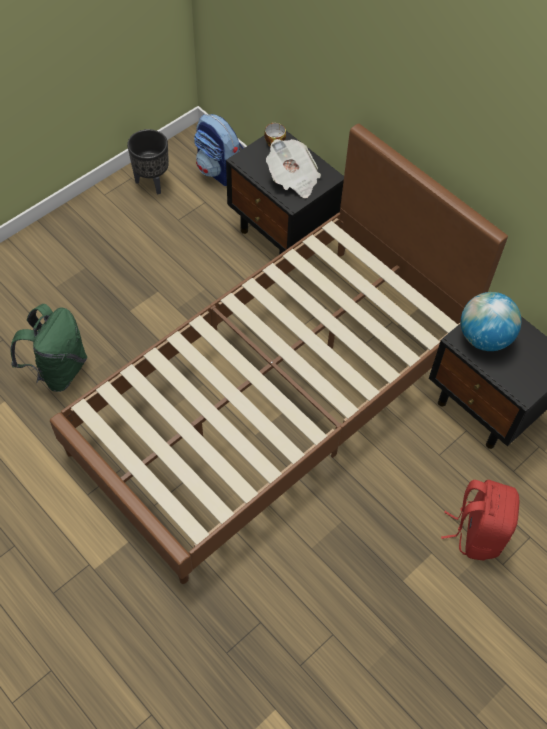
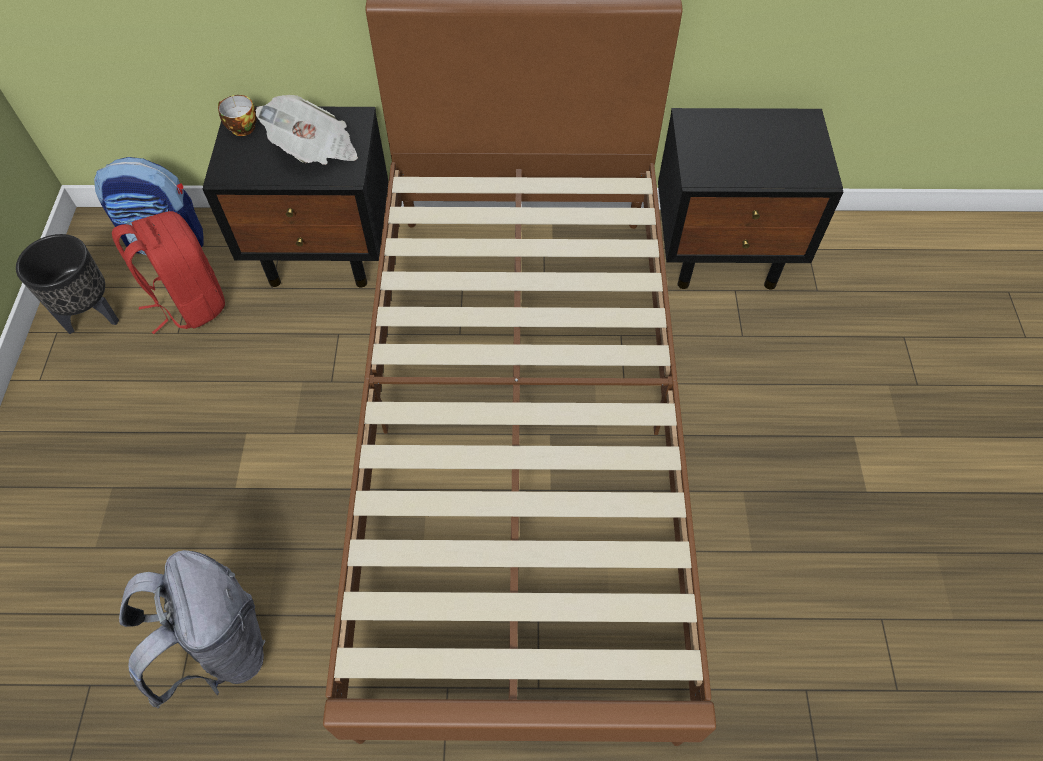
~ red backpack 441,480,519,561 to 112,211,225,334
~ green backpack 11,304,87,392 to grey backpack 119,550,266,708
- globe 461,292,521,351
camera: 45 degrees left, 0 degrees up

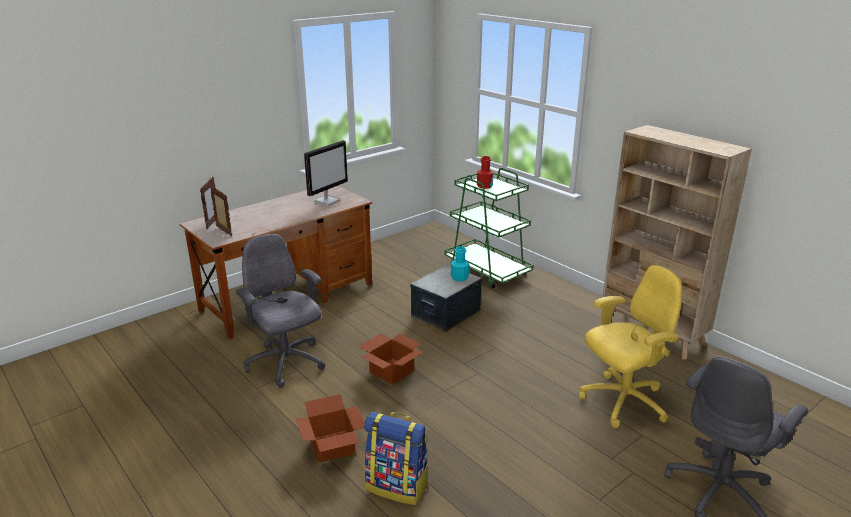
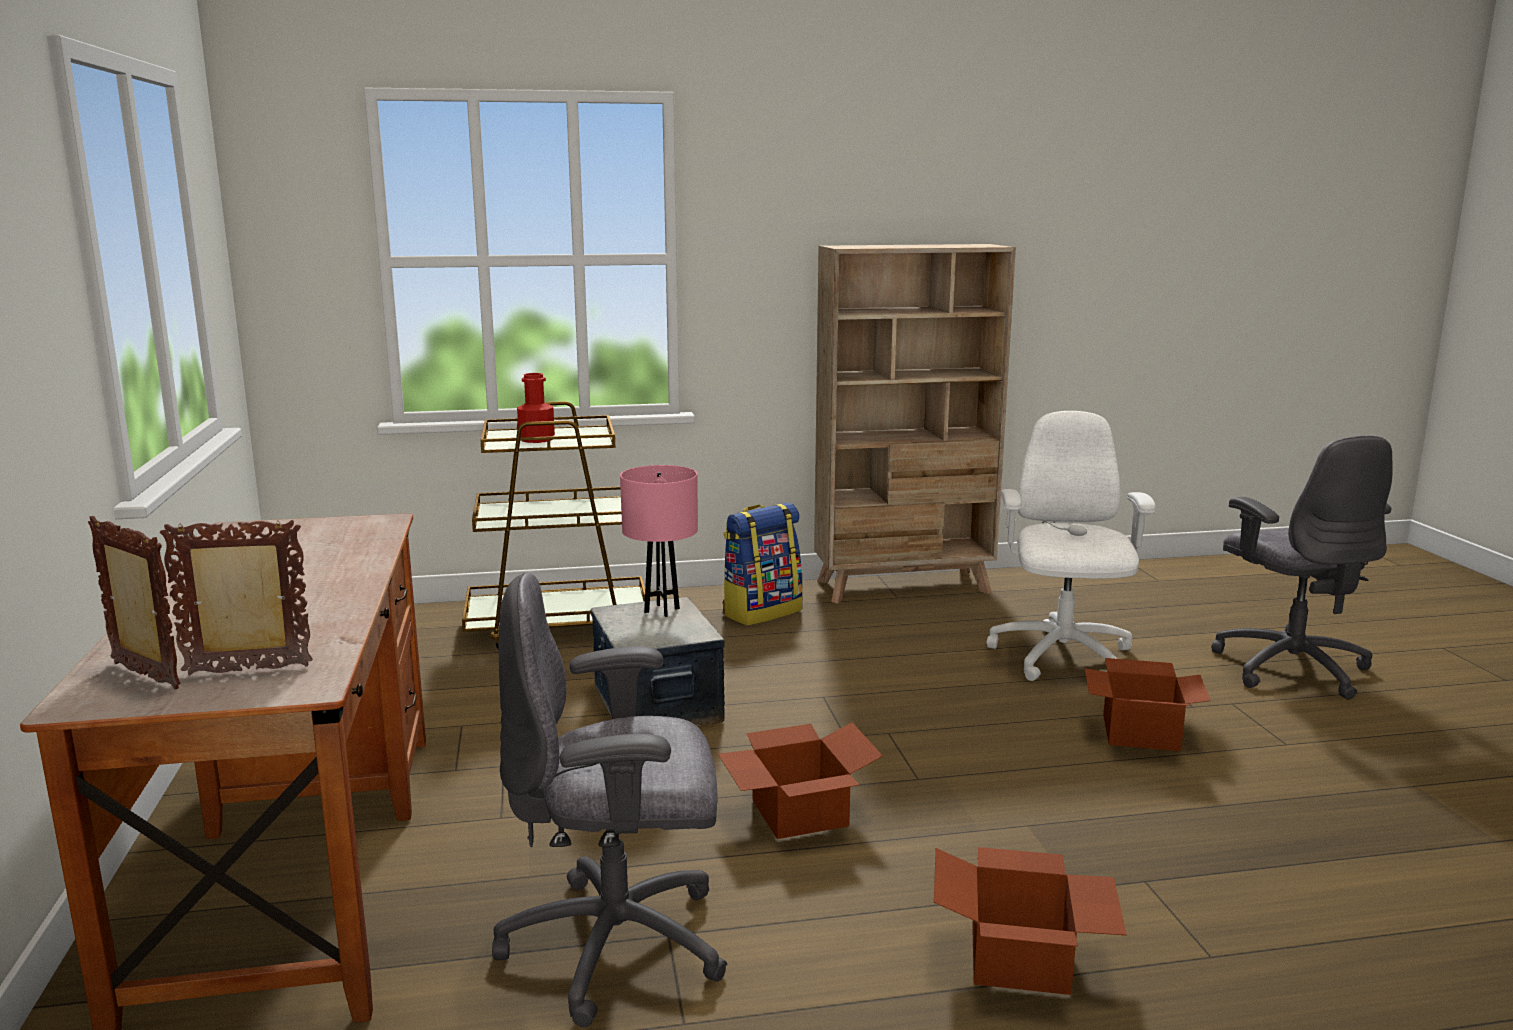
~ green cart 444,168,533,289 to brown cart 462,401,645,649
~ turquoise bottle 451,246,469,281 to pink table lamp 620,465,698,617
~ backpack 364,412,429,505 to 723,503,803,626
~ yellow office chair 579,265,682,428 to white office chair 986,411,1156,681
+ cardboard box 1085,658,1211,751
- monitor 304,140,348,206
camera: 60 degrees left, 10 degrees down

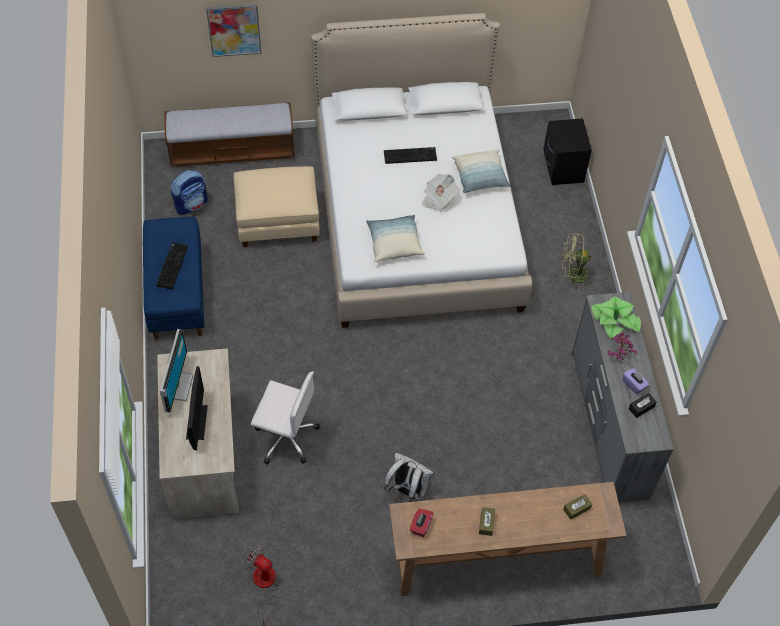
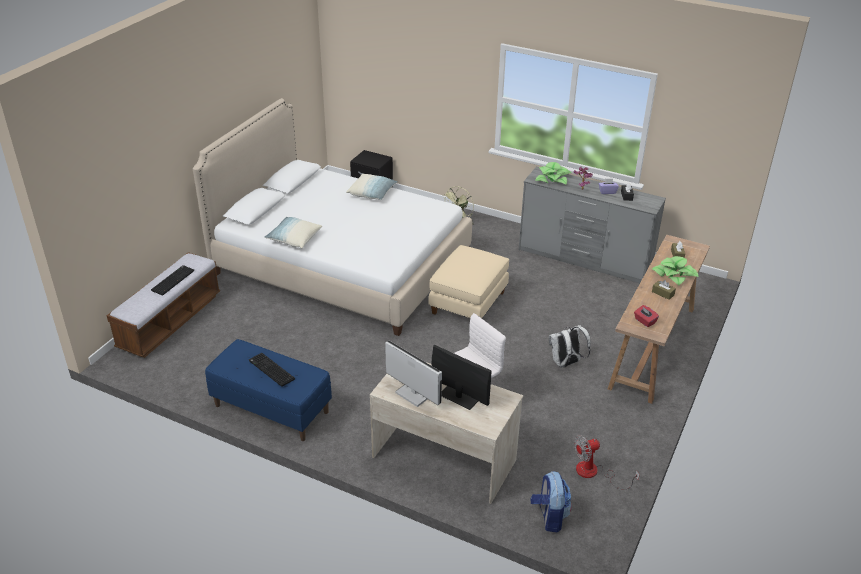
~ keyboard 384,147,437,164 to 151,265,194,296
~ pillow 366,215,425,262 to 264,217,322,248
~ beige ottoman 234,166,320,247 to 428,245,509,318
~ backpack 171,170,208,215 to 531,471,572,533
+ potted plant 652,256,699,286
- picture 206,4,262,57
- newspaper 422,174,459,212
camera: 55 degrees left, 20 degrees down

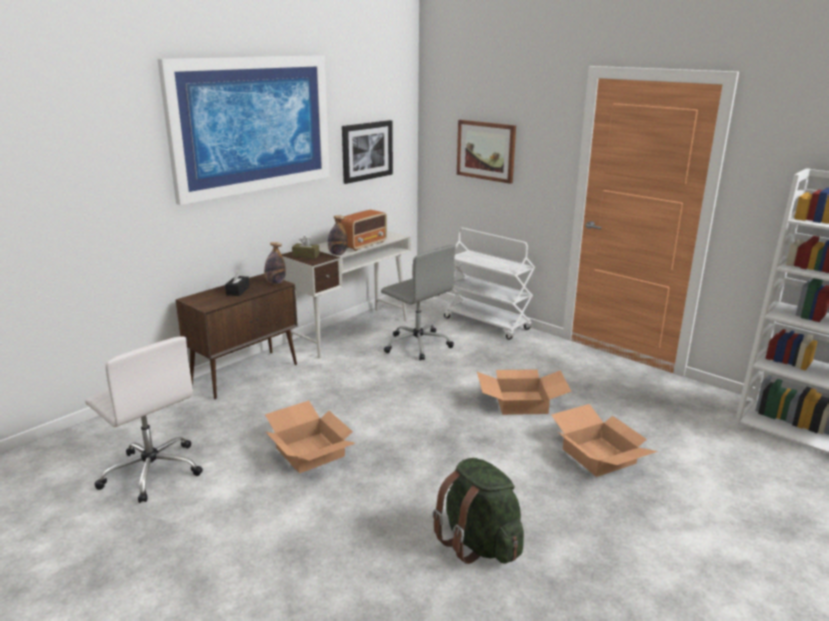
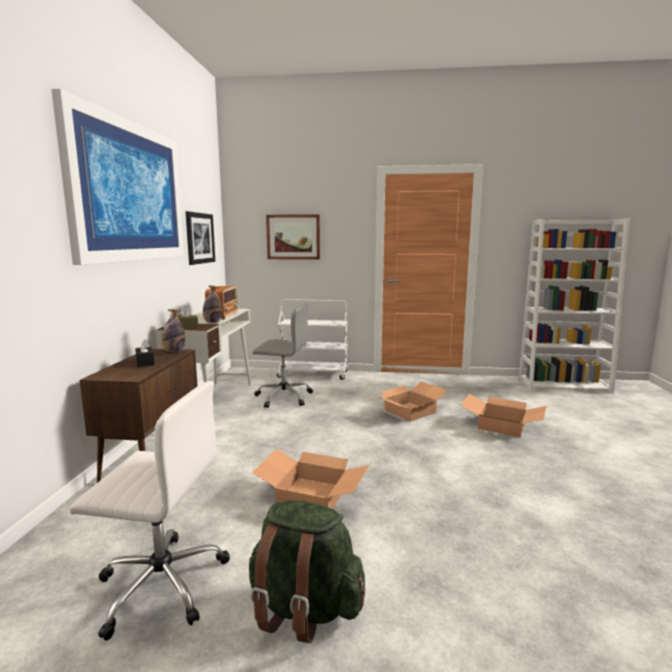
~ green backpack 432,458,524,564 to 249,500,365,643
camera: 35 degrees left, 10 degrees down

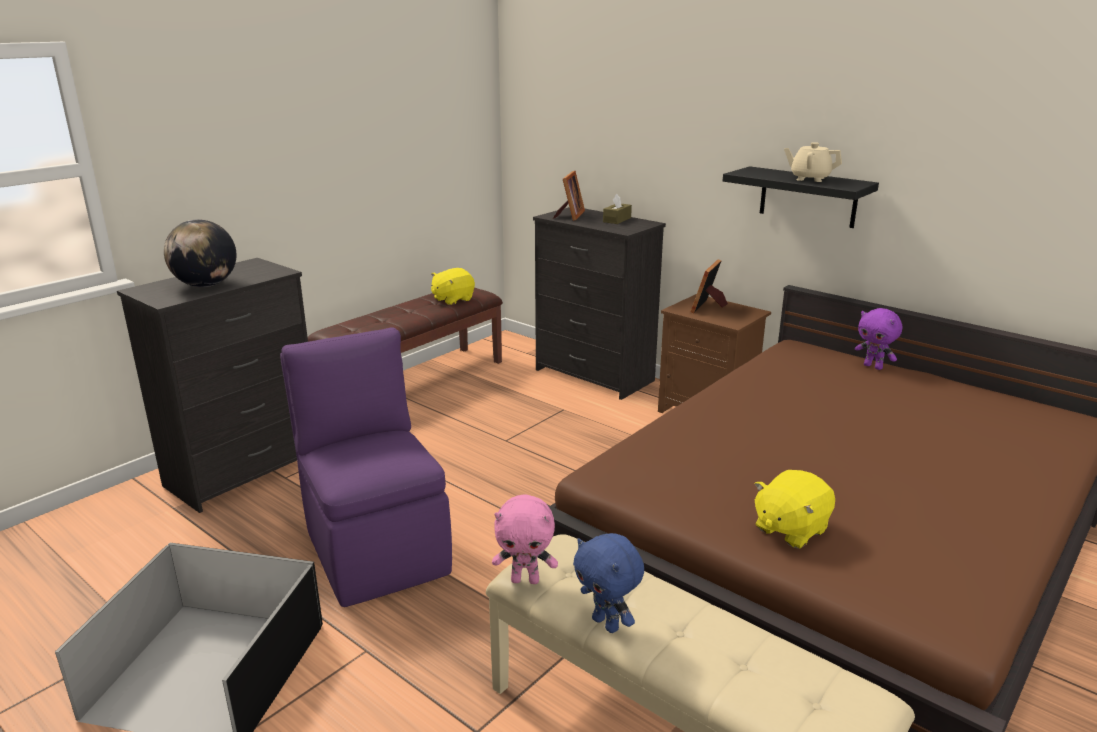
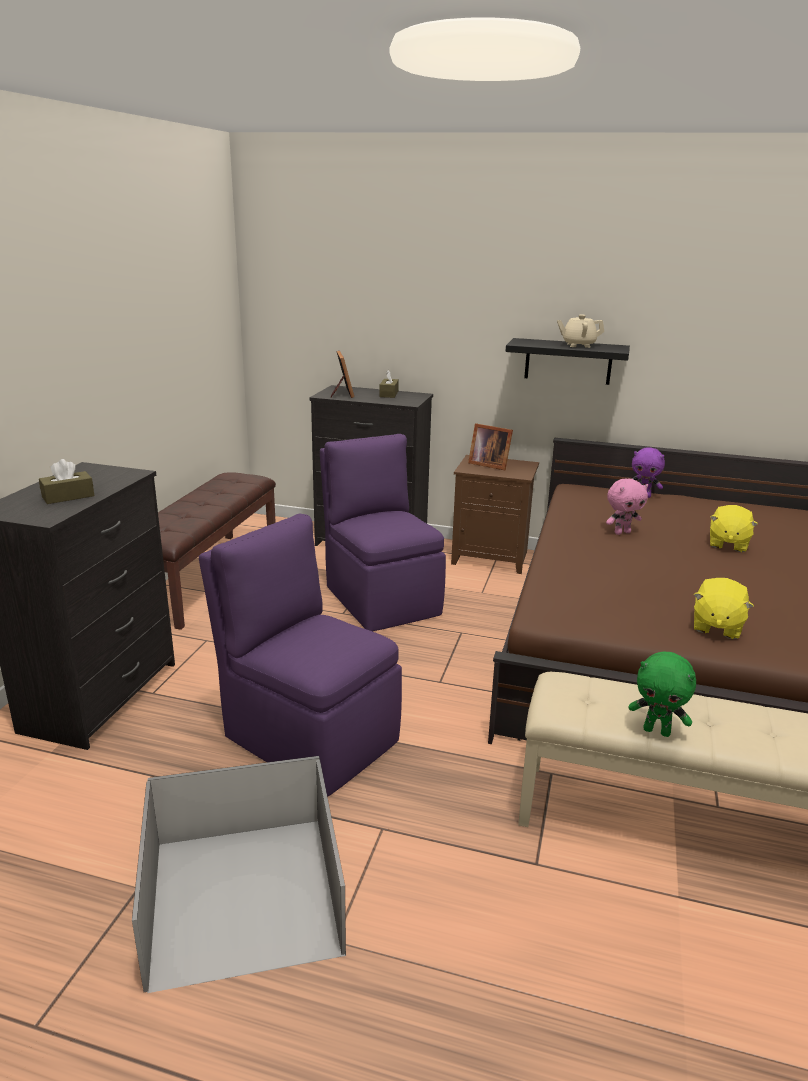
~ globe 164,219,236,287 to brown tissue box 39,459,94,504
+ purple chair 320,434,446,631
~ picture frame 690,259,728,313 = 468,423,513,470 60 degrees counterclockwise
~ pink plush toy 492,494,558,584 to 606,478,648,535
~ blue plush toy 573,533,644,633 to green plush toy 628,651,696,737
~ yellow plush toy 431,268,475,305 to 710,505,758,552
camera: 25 degrees left, 0 degrees up

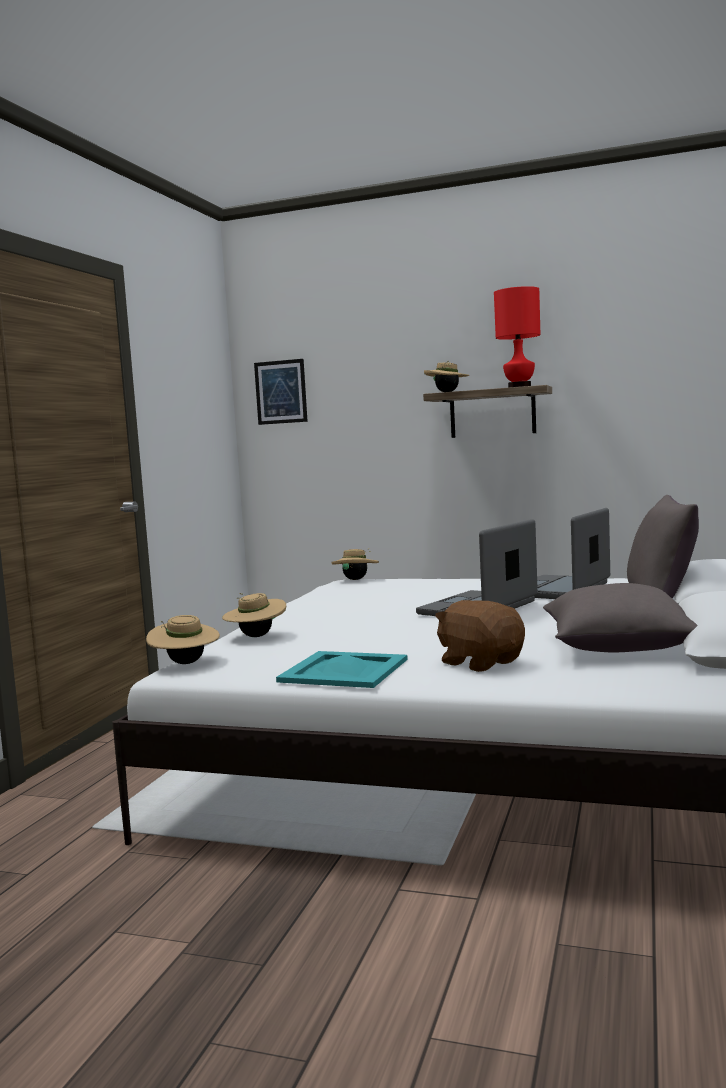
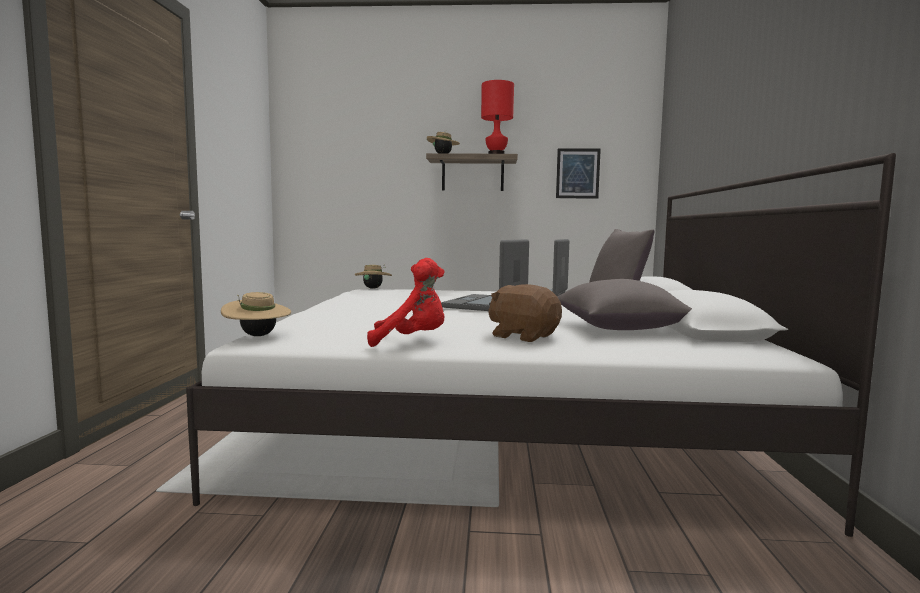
~ turquoise tray 276,651,408,688 to red plush toy 367,258,445,347
~ picture 254,359,308,425 to 556,148,601,199
- beige hat 222,593,286,637
camera: 15 degrees left, 0 degrees up

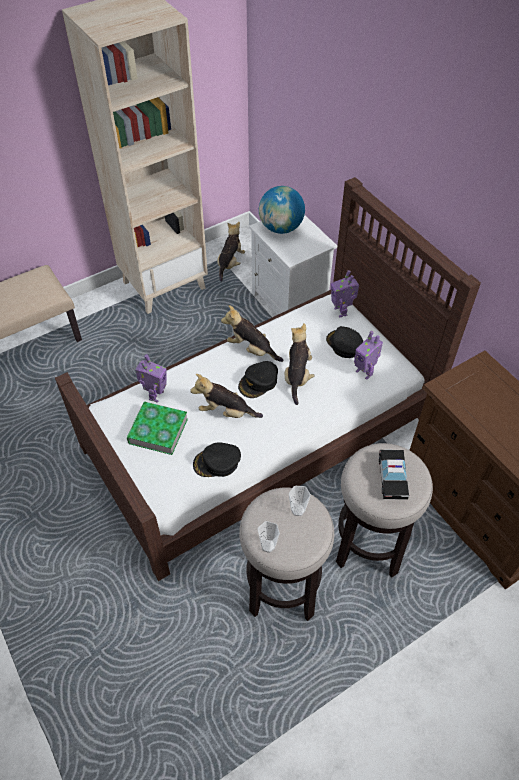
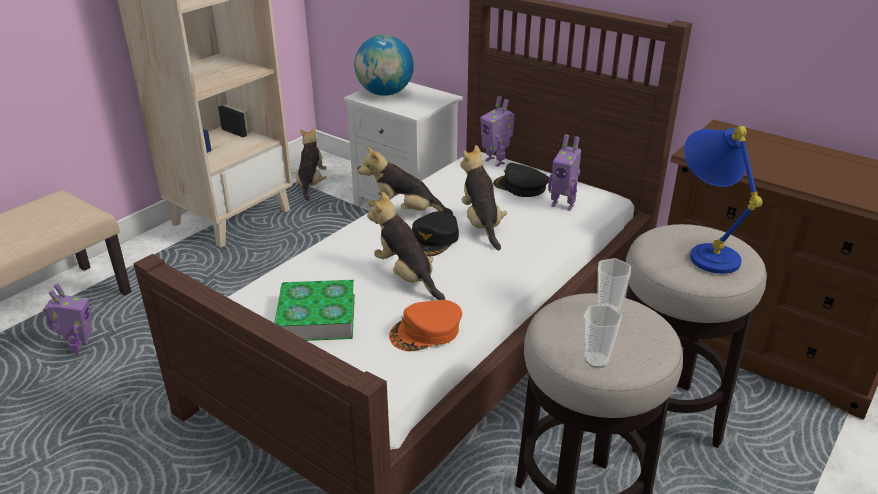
~ toy robot 135,354,166,403 to 43,283,93,355
~ plush toy 190,374,263,418 = 367,192,445,300 60 degrees clockwise
~ black cap 193,443,241,477 to orange cap 389,300,462,351
~ toy car 379,450,409,500 to blue table lamp 684,126,762,274
camera: 20 degrees left, 20 degrees down

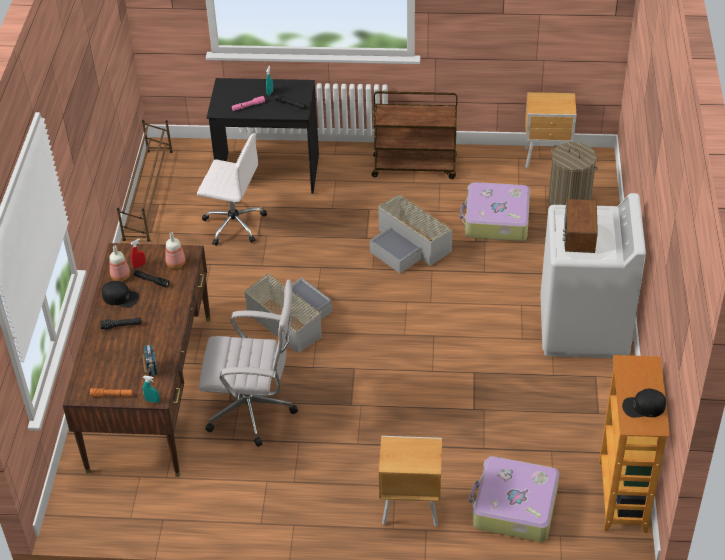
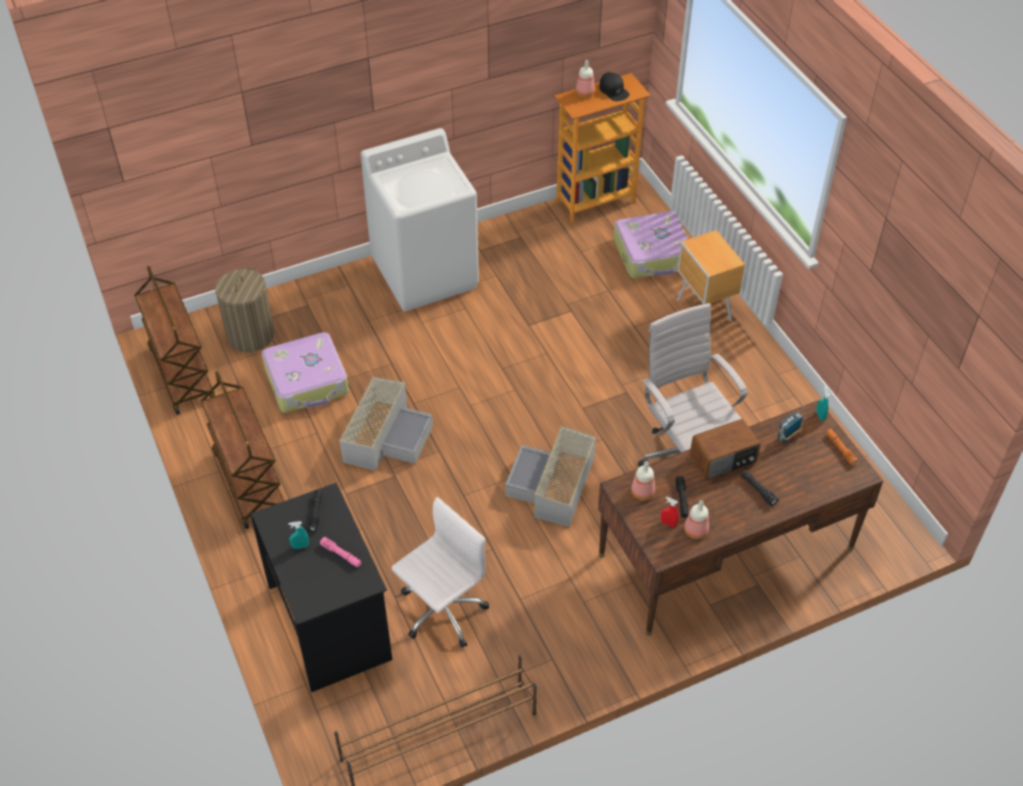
~ brown nightstand 525,92,577,168 to brown cart 134,266,215,415
~ white office chair 197,133,267,246 = 392,497,489,648 60 degrees clockwise
+ bottle 576,60,595,97
~ radio 563,199,598,253 to 690,419,761,480
- black cap 102,281,139,308
camera: 120 degrees left, 5 degrees up

